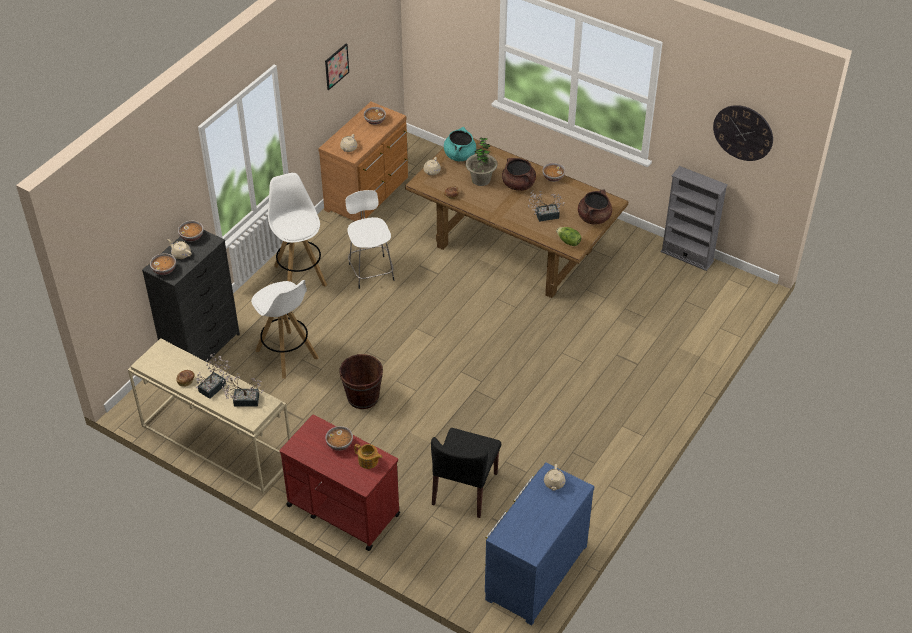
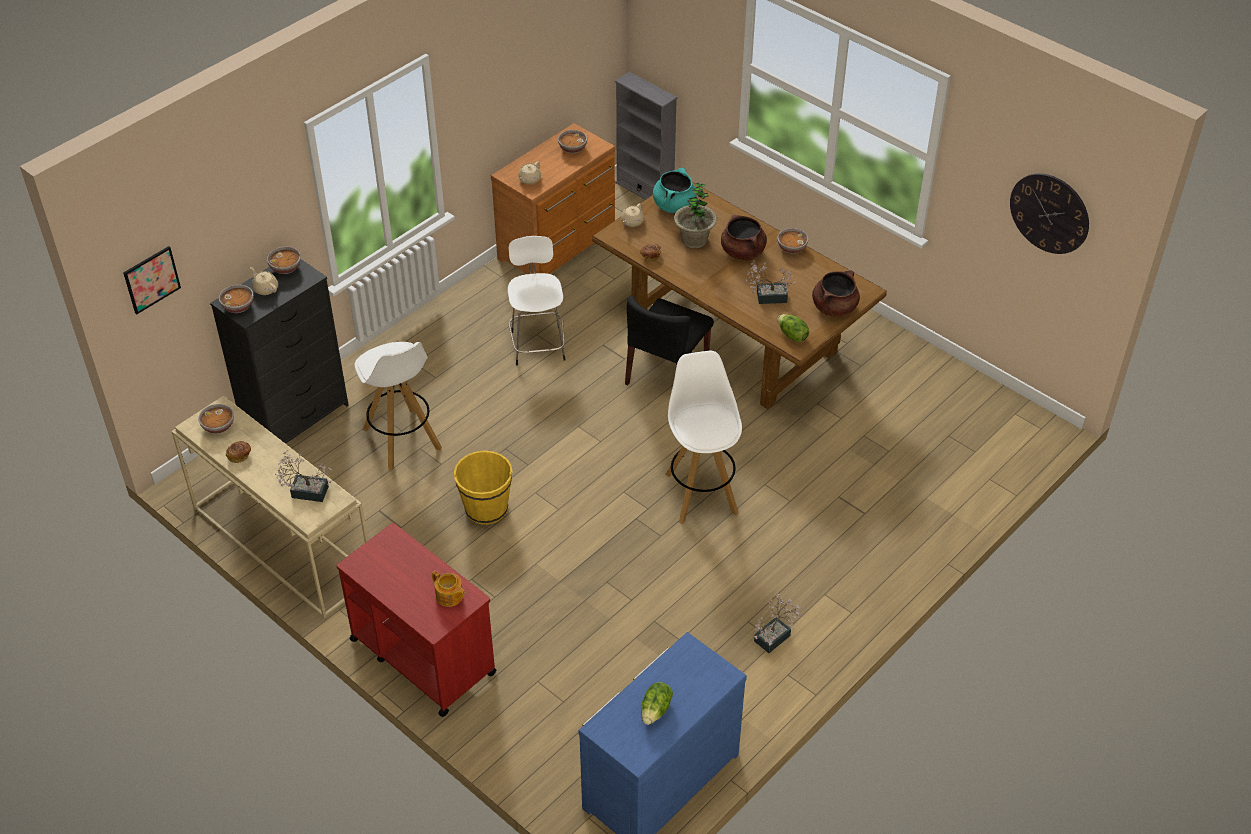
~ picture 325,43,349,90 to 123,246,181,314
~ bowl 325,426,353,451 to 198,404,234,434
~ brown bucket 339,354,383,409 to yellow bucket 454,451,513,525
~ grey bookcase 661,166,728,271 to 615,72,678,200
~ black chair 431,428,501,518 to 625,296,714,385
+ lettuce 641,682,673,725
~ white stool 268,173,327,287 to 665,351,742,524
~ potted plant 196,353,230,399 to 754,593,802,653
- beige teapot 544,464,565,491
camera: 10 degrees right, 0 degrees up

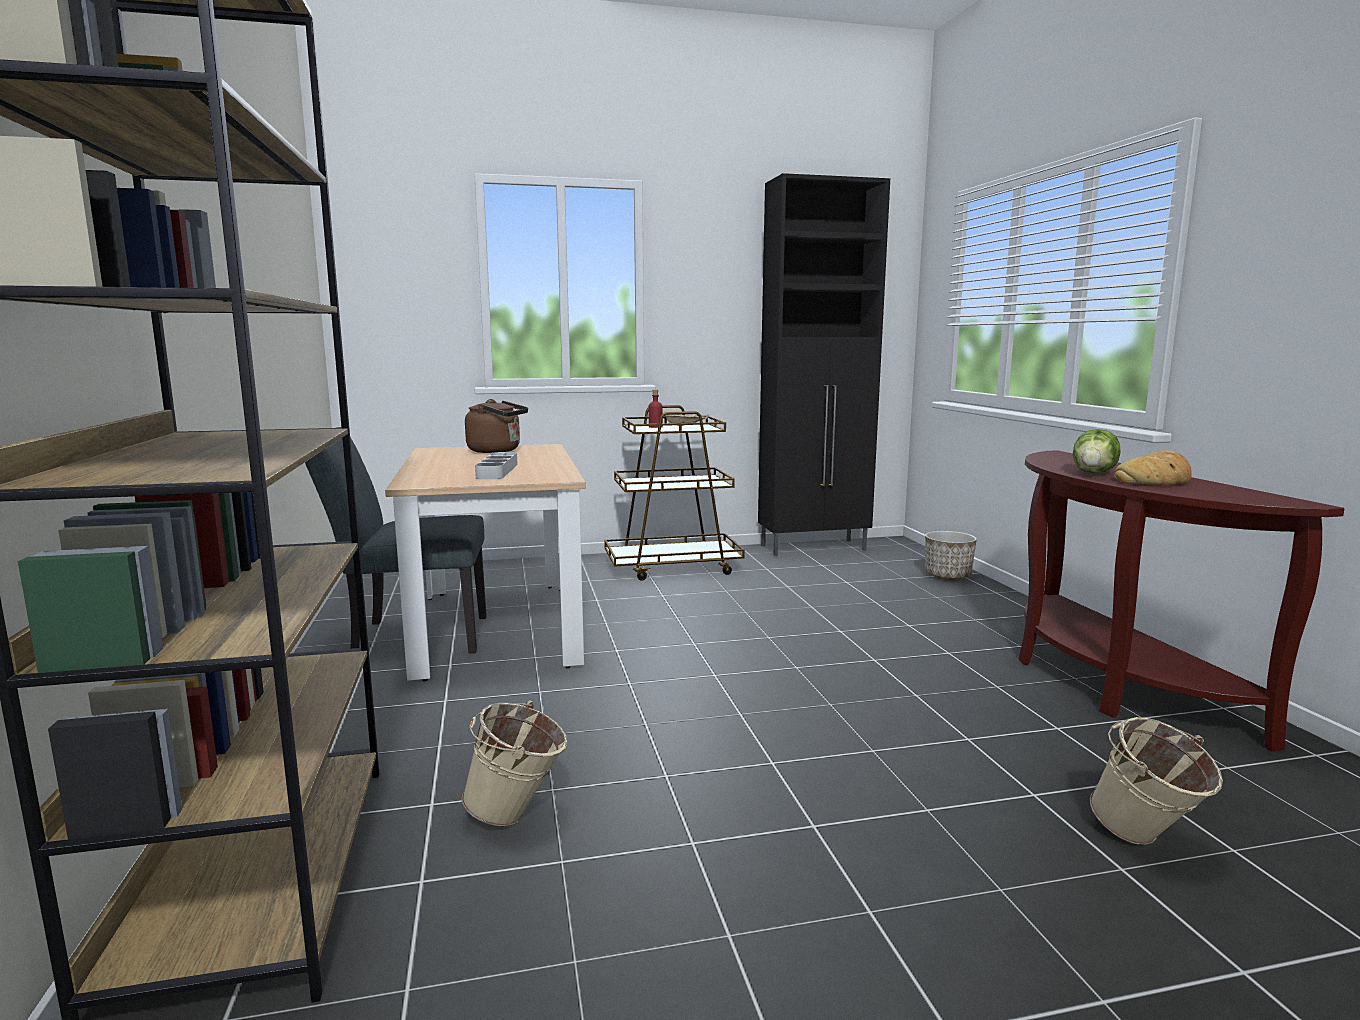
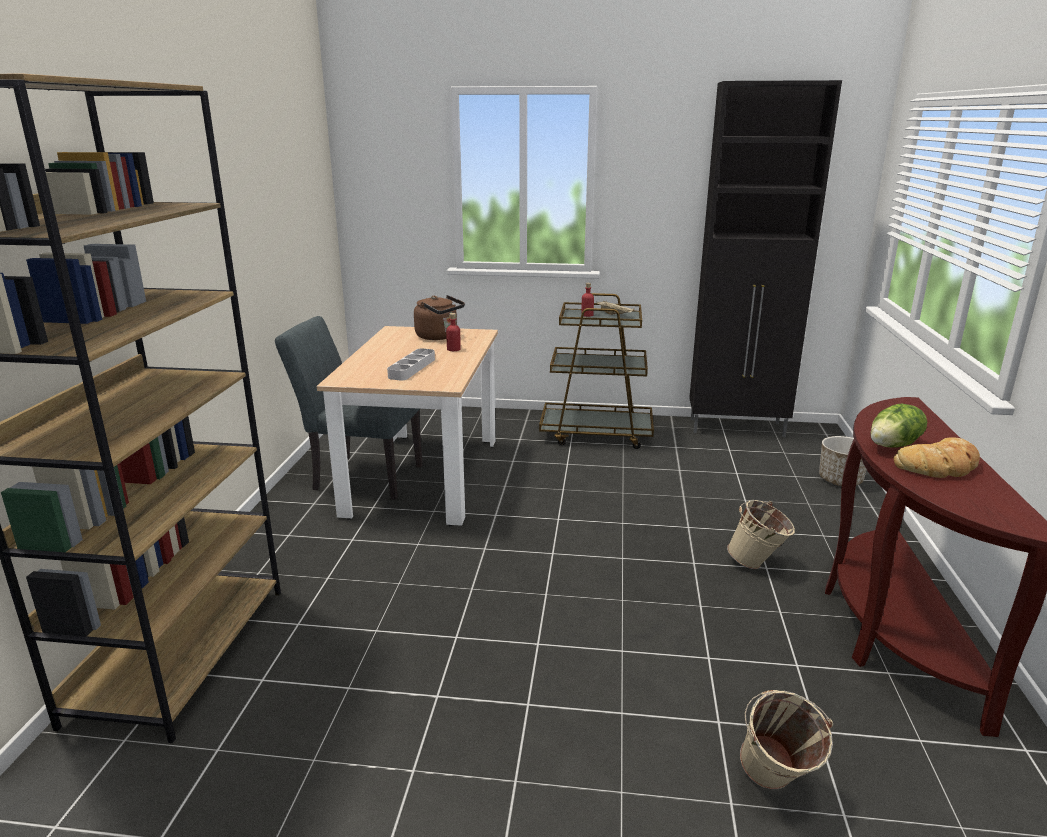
+ red bottle 446,313,461,351
~ beige bucket 462,701,568,826 to 727,500,795,569
camera: 20 degrees right, 10 degrees up

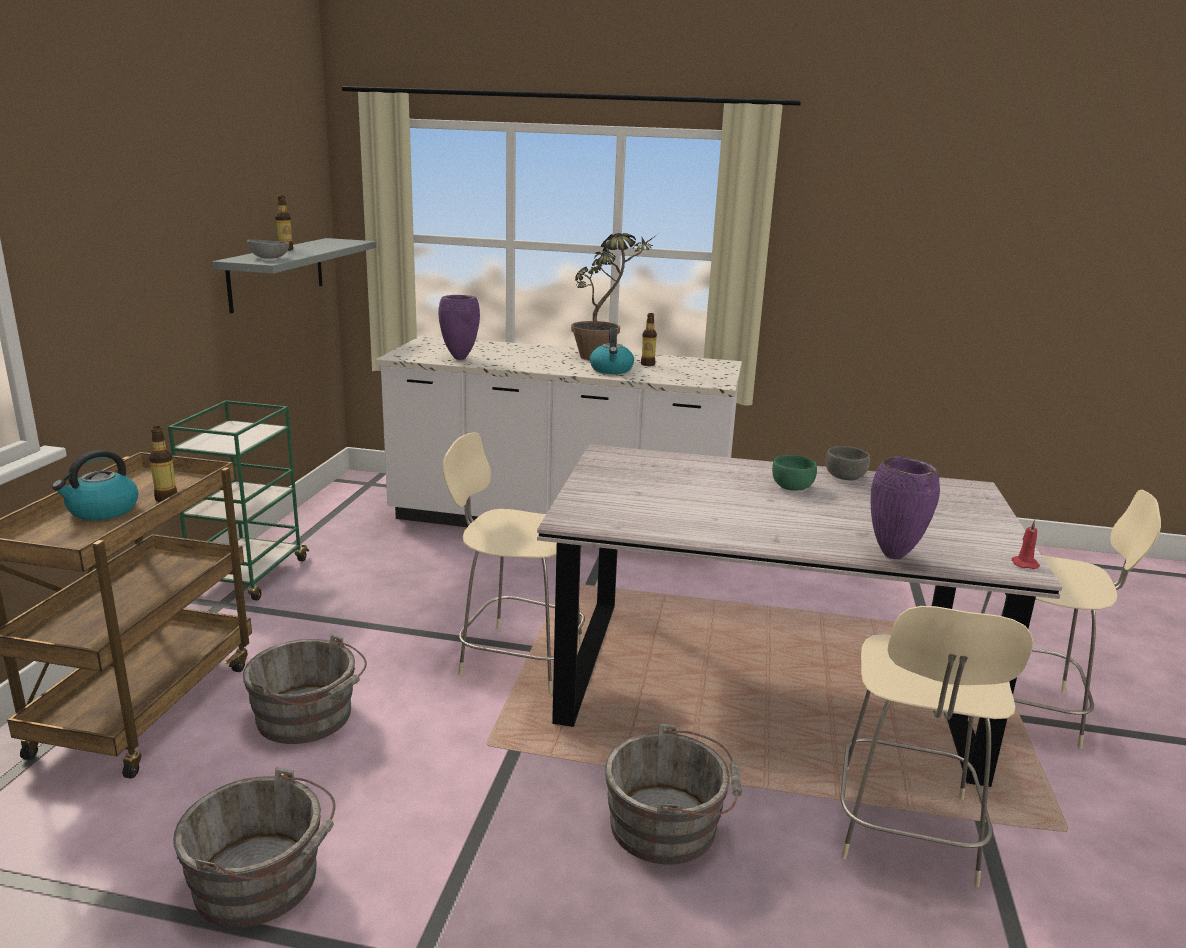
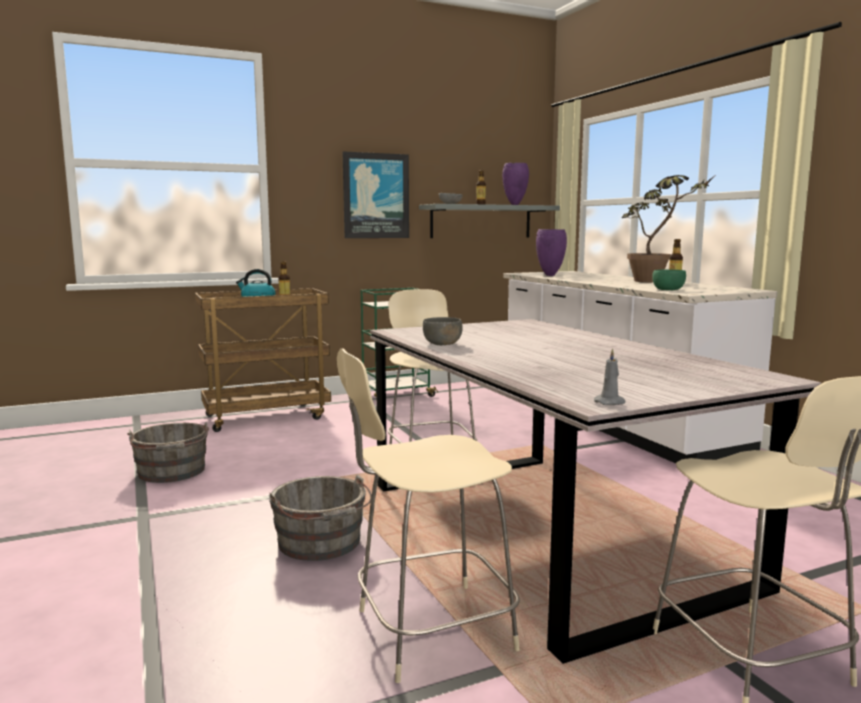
+ picture 343,151,409,238
~ grey bowl 825,446,870,481 to 423,317,463,345
~ purple vase 871,456,940,559 to 502,163,529,205
~ red candle 1012,520,1040,569 to grey candle 594,348,626,405
~ green bowl 772,455,817,491 to 652,270,686,290
- grey bucket 243,634,367,744
- kettle 590,328,634,374
camera: 55 degrees right, 10 degrees down

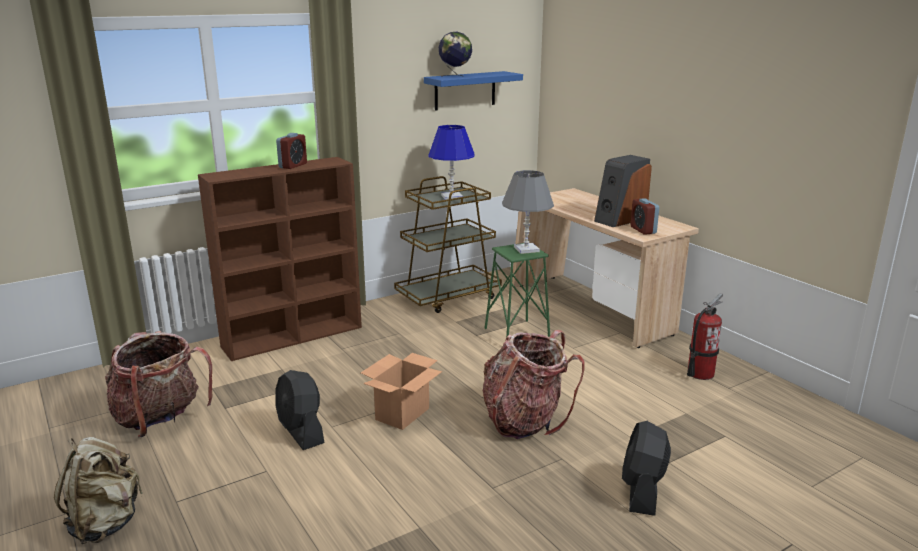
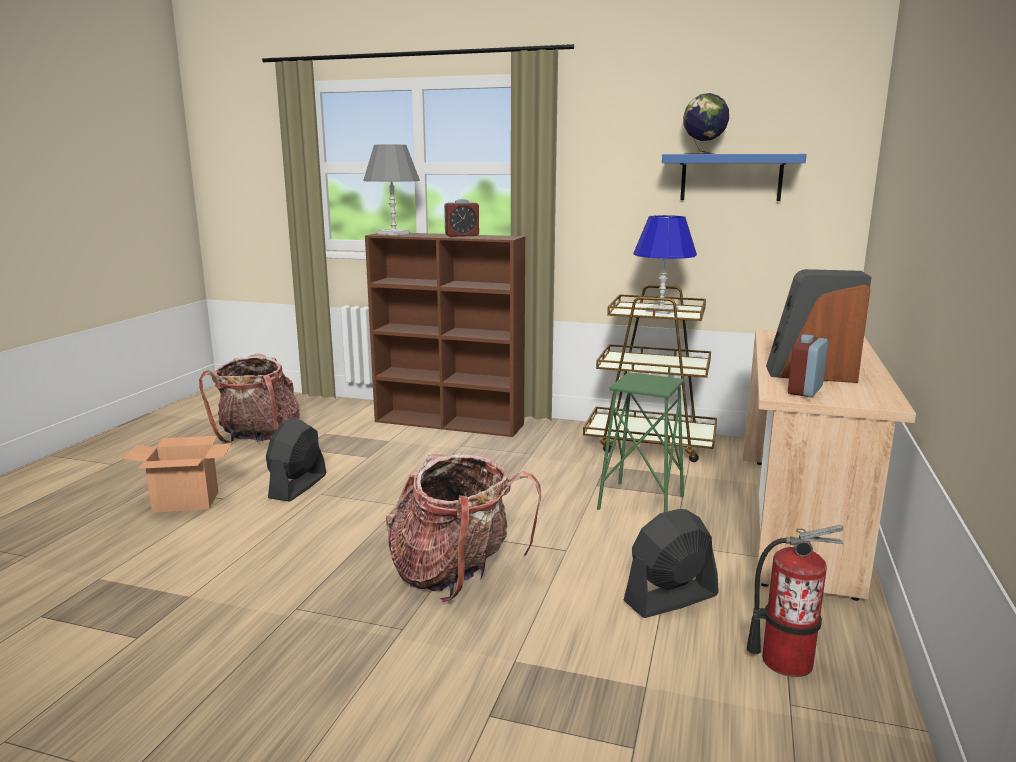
~ cardboard box 361,353,442,430 to 124,436,232,513
~ grey table lamp 502,170,554,254 to 363,145,420,235
~ black fan 622,421,671,516 to 624,509,719,618
- beige backpack 54,437,142,544
camera: 50 degrees right, 5 degrees down

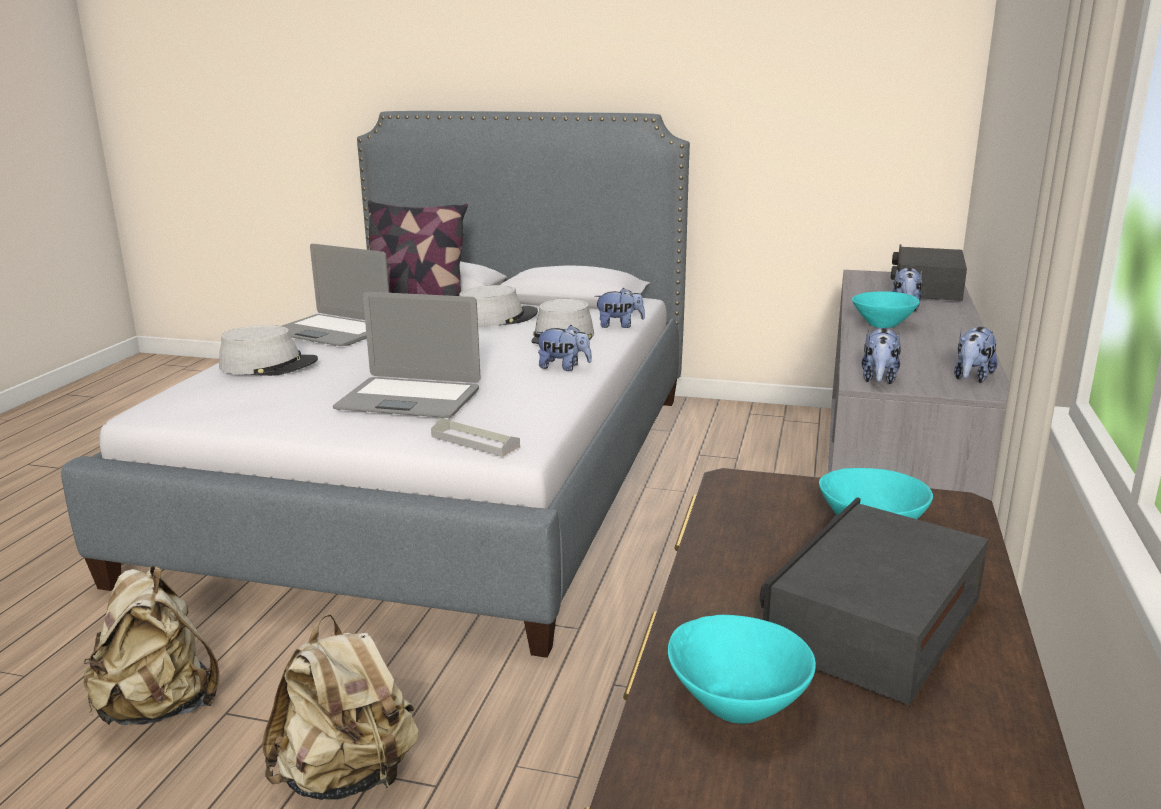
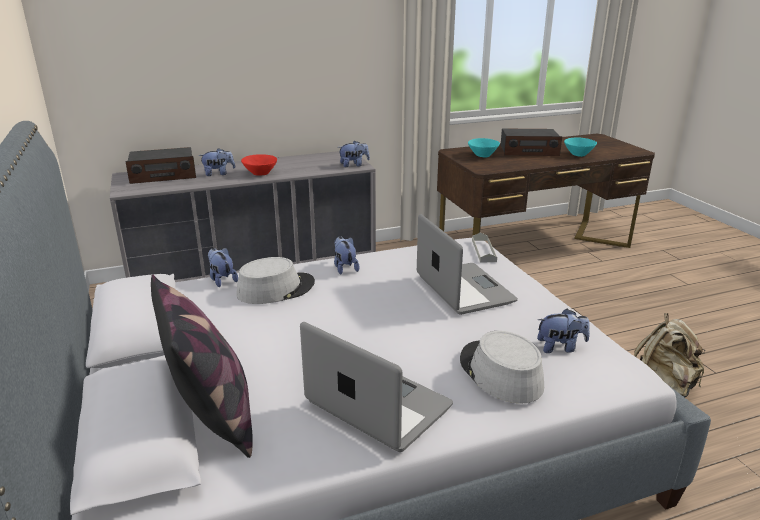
~ turquoise bowl 852,291,919,328 to red bowl 241,155,277,176
~ laptop 282,244,389,346 = 300,322,453,452 45 degrees counterclockwise
~ plush toy 954,327,997,383 to 537,309,590,353
- beige backpack 262,614,419,800
- grey hat 459,285,538,327
camera: 125 degrees left, 5 degrees up

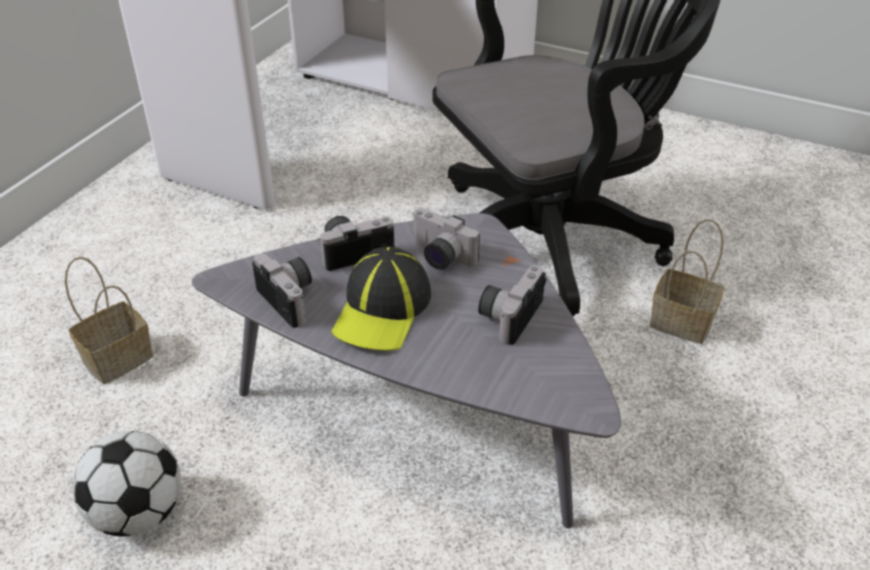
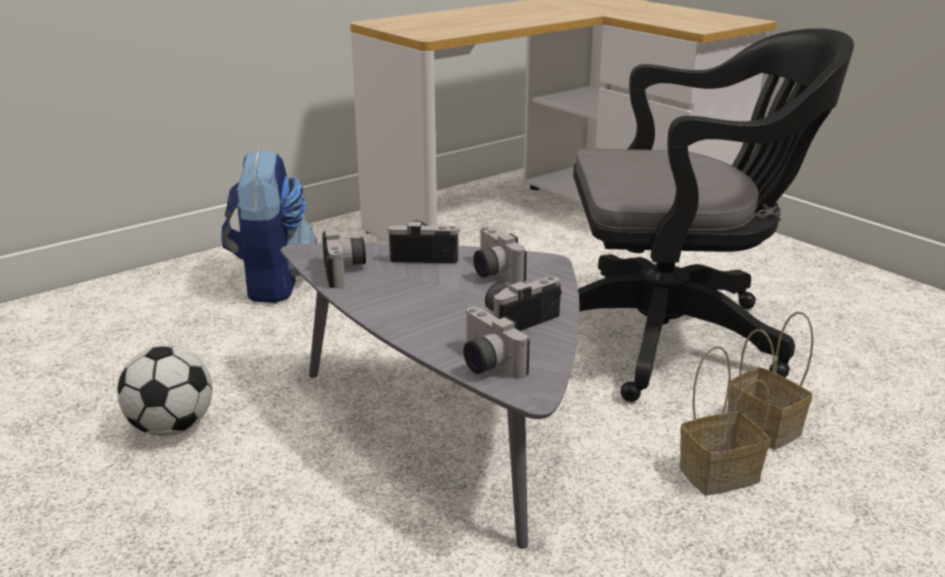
+ backpack 222,149,317,303
+ photo camera 463,307,530,379
~ basket 65,257,153,384 to 679,346,770,496
- cap 331,247,431,351
camera: 25 degrees right, 15 degrees down

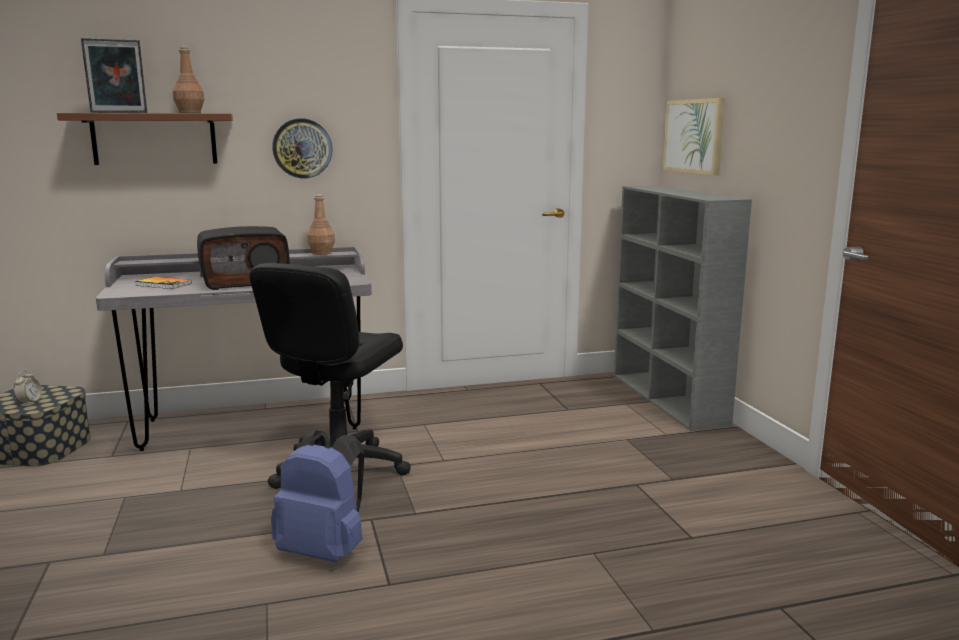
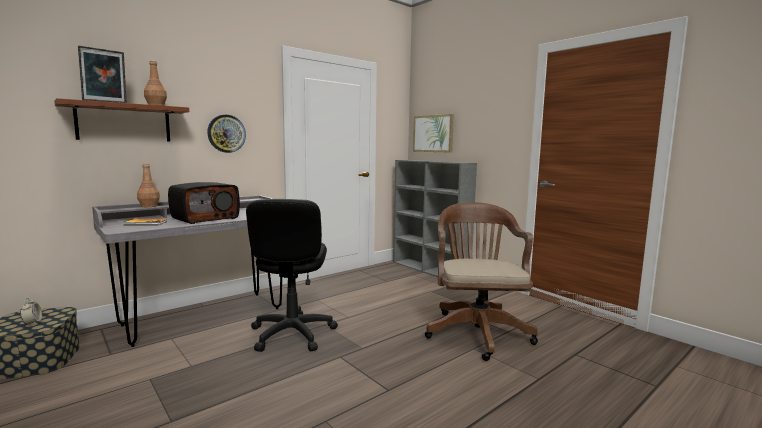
~ brown bottle 307,195,335,255 to 137,164,160,207
+ brown office chair 425,202,538,361
- blue backpack 271,430,364,562
camera: 25 degrees left, 5 degrees down

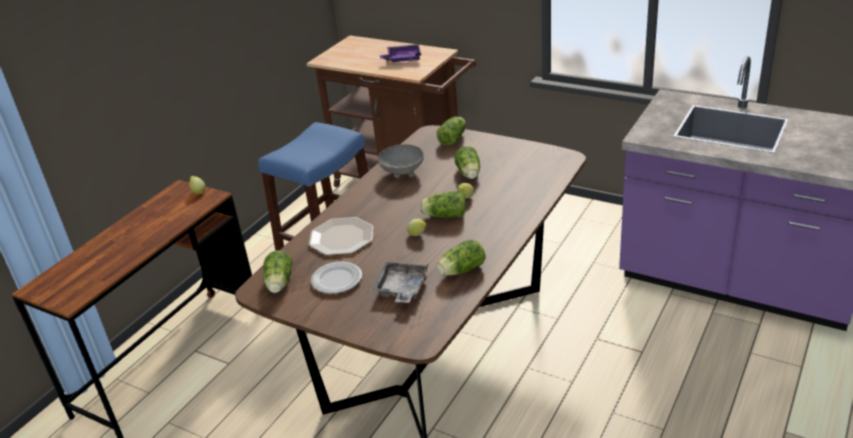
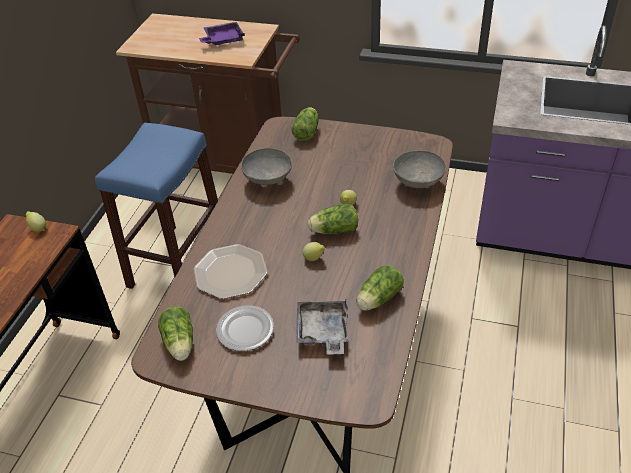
+ grey bowl 393,150,446,188
- lettuce 455,146,480,179
camera: 15 degrees left, 10 degrees up

